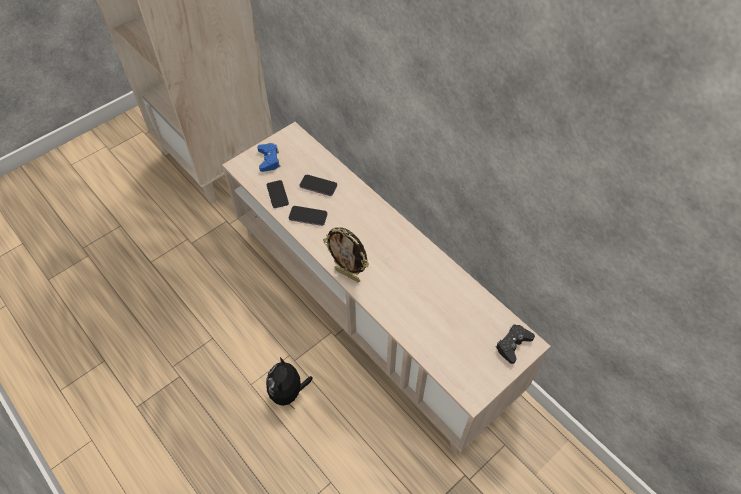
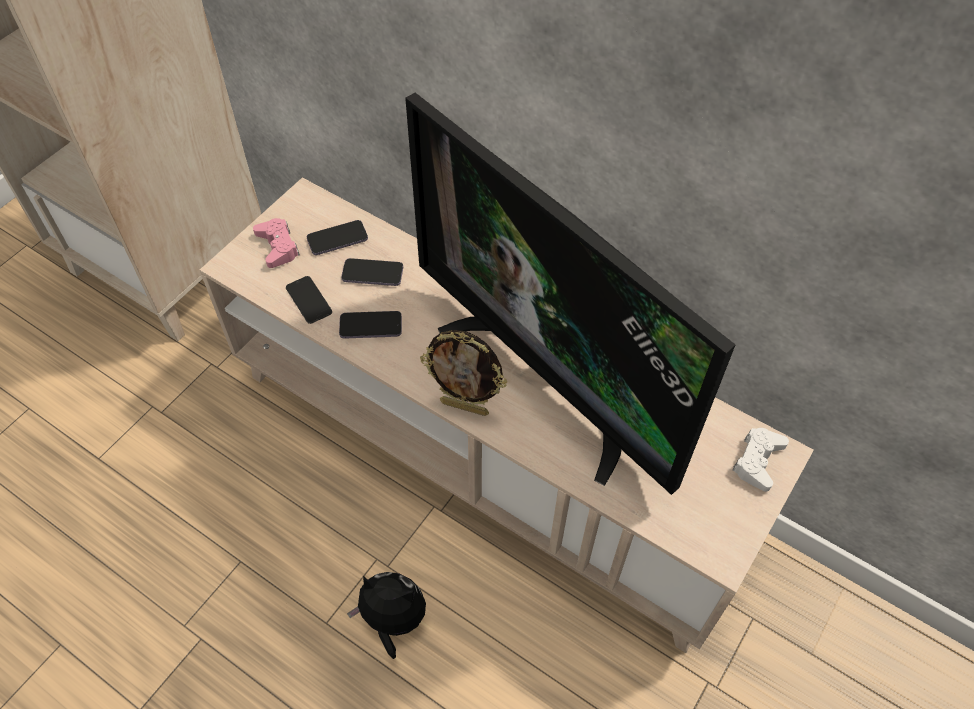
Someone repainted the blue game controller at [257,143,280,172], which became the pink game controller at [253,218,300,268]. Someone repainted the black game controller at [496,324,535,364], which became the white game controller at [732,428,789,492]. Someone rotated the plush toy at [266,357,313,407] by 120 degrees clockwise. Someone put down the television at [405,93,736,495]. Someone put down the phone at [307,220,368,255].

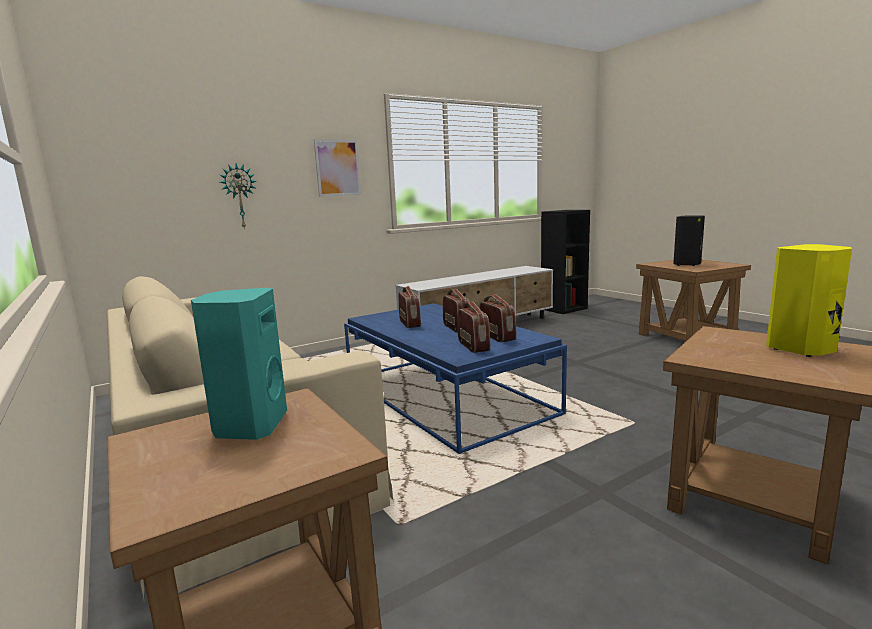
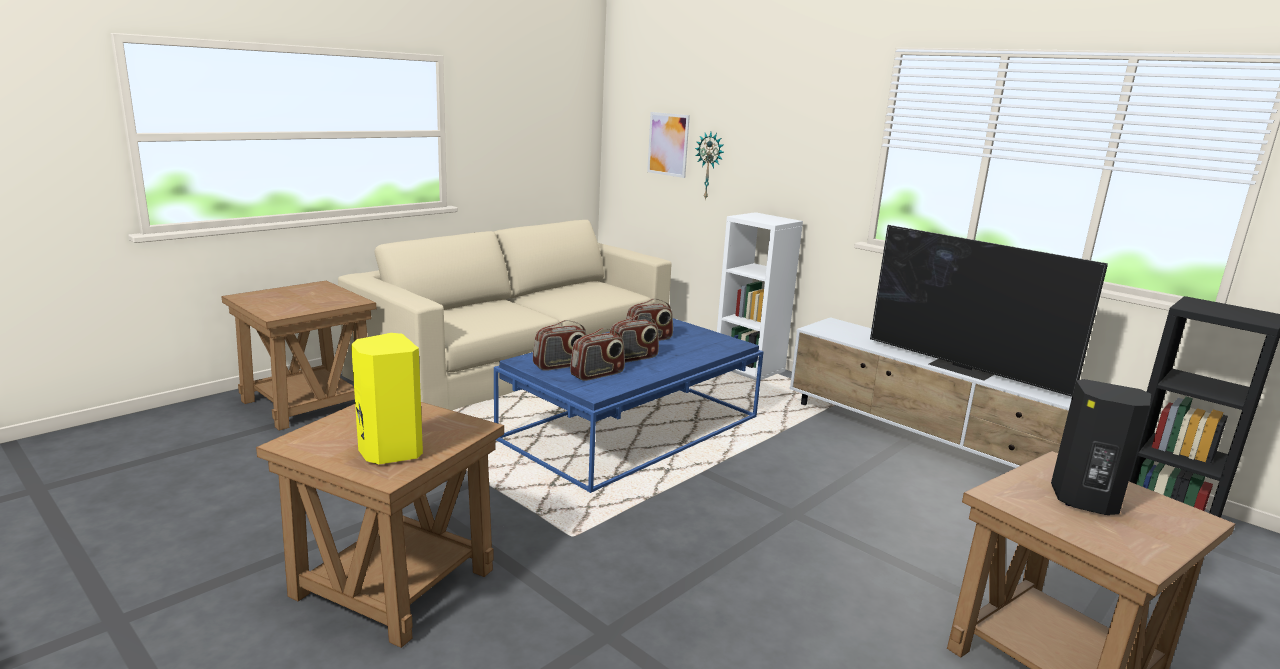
Someone carried the picture from [314,139,361,197] to [647,112,690,178]. Someone took away the turquoise speaker at [191,288,287,440]. Someone put down the white bookcase at [717,212,803,380]. Someone put down the television at [870,225,1108,397].

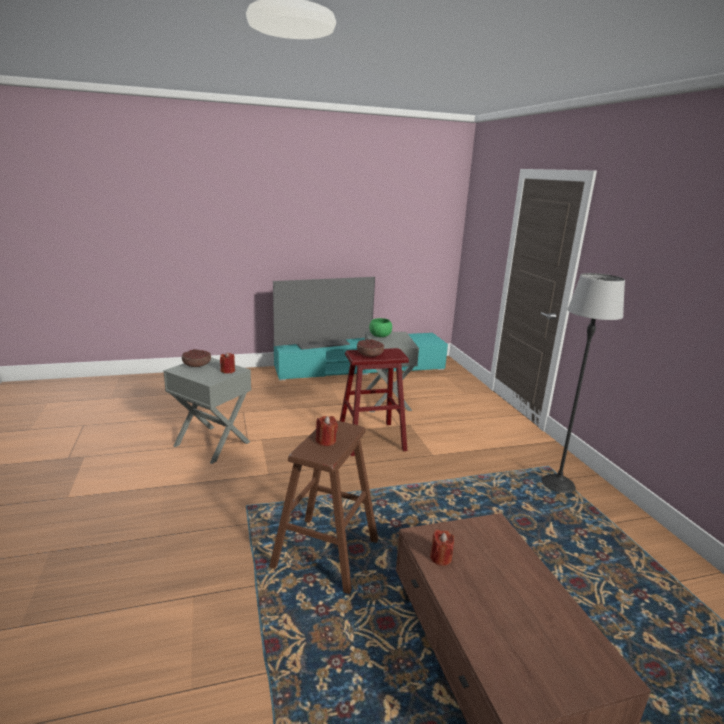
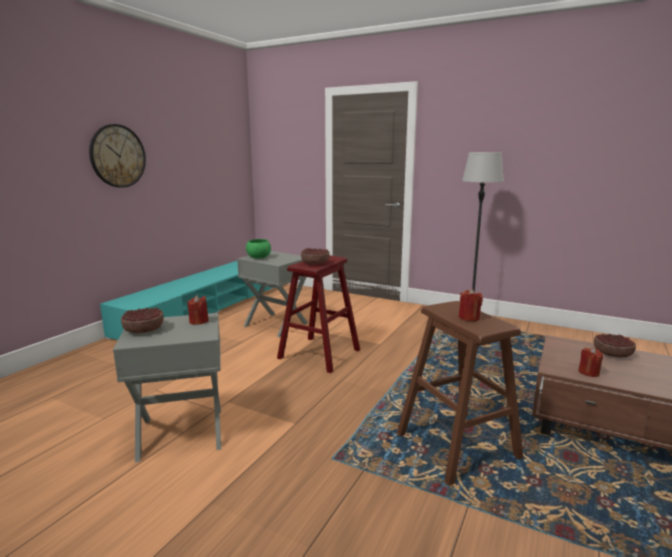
Someone took away the television at [273,277,375,350]. Someone put up the wall clock at [89,124,146,188]. Someone put down the bowl at [594,334,636,357].

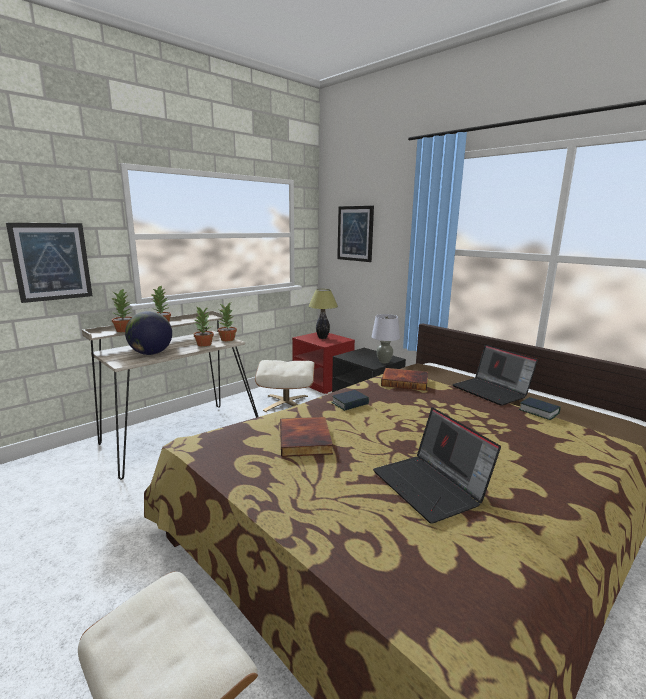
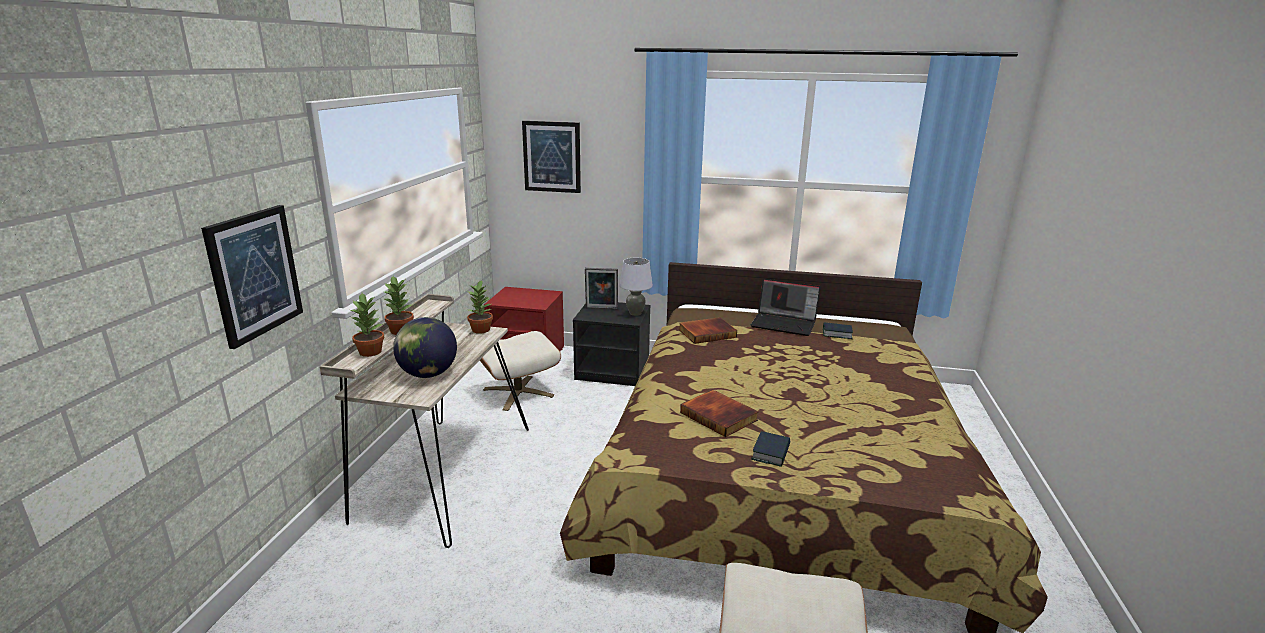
Someone took away the table lamp at [308,289,338,339]. Someone took away the potted plant at [194,307,214,346]. Someone carried the book from [331,390,369,411] to [751,431,790,467]. Someone took away the laptop at [373,407,501,524]. Someone put down the picture frame at [585,268,618,309].

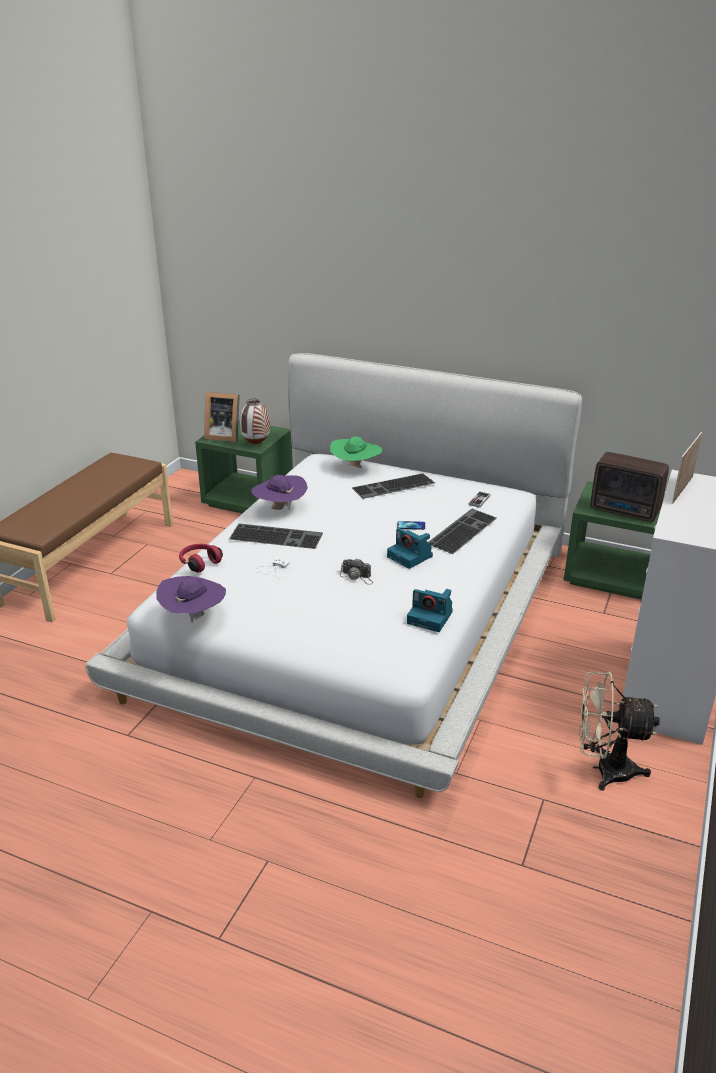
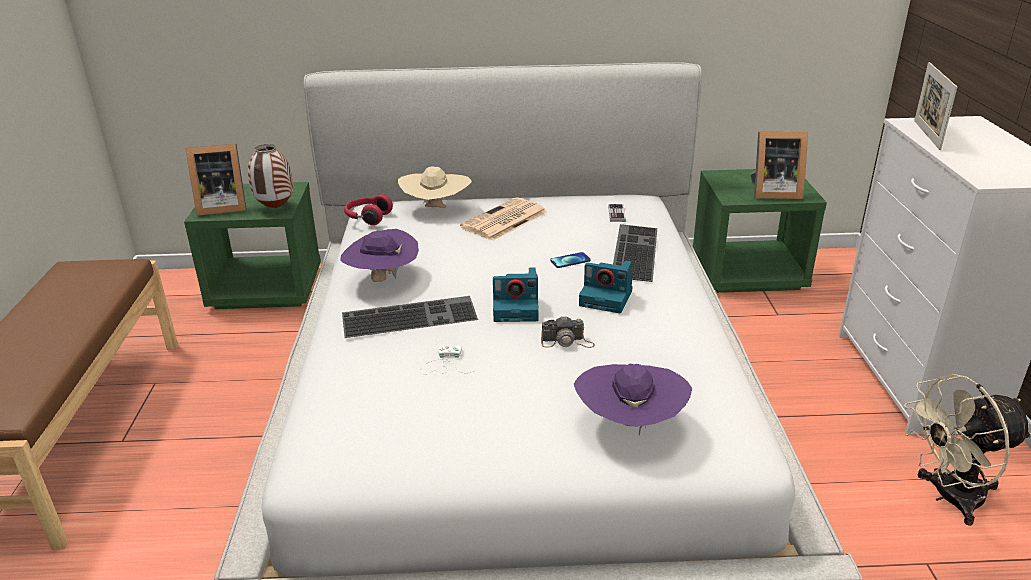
Someone repainted the green hat at [330,436,382,468], which became the beige hat at [398,166,472,208]. Someone swapped the radio at [590,452,669,522] for the picture frame at [750,132,808,199]. Someone swapped the keyboard at [352,473,435,499] for the newspaper at [460,198,547,241]. Someone carried the red headphones from [179,544,223,573] to [344,194,393,225]. Someone carried the purple hat from [156,576,226,623] to [574,364,692,435]. Someone carried the photo camera from [407,589,453,632] to [493,267,539,322].

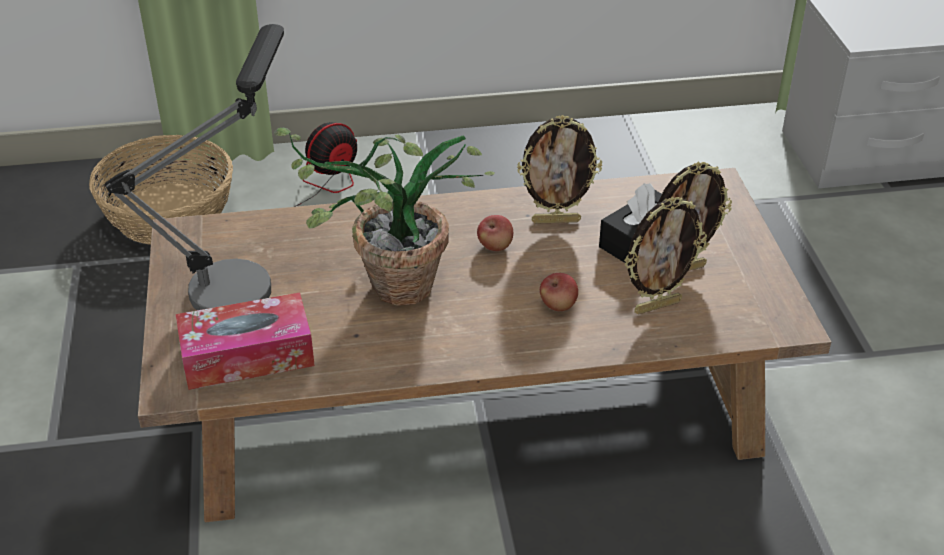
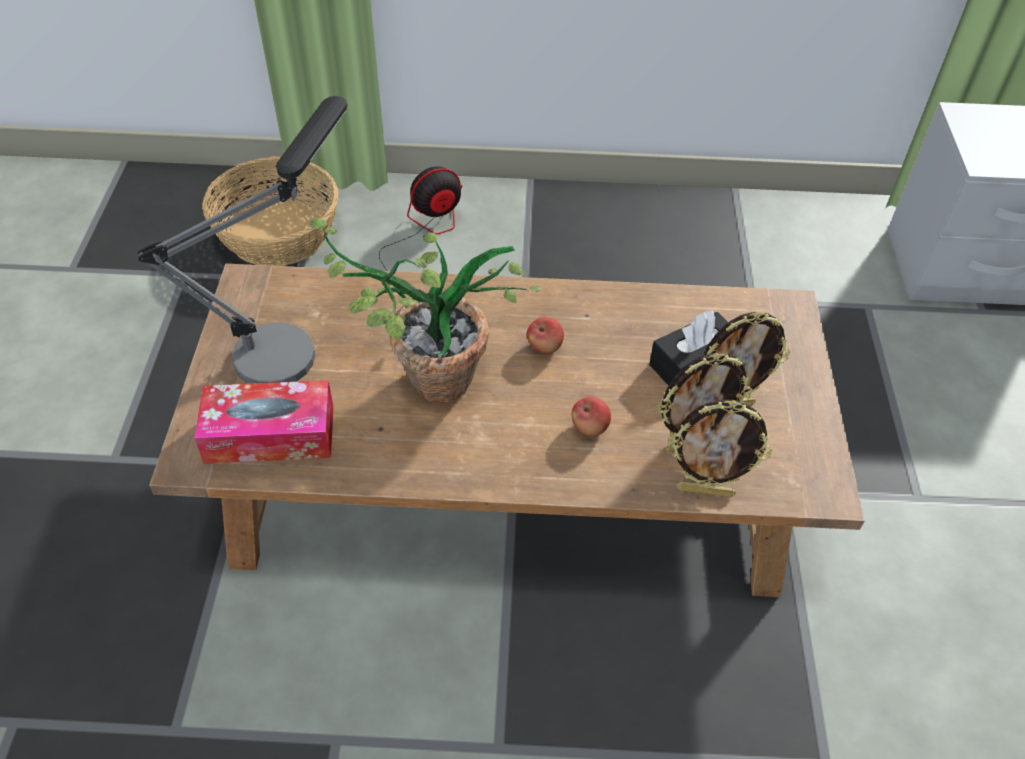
Someone carried the picture frame from [517,115,602,224] to [668,399,773,498].

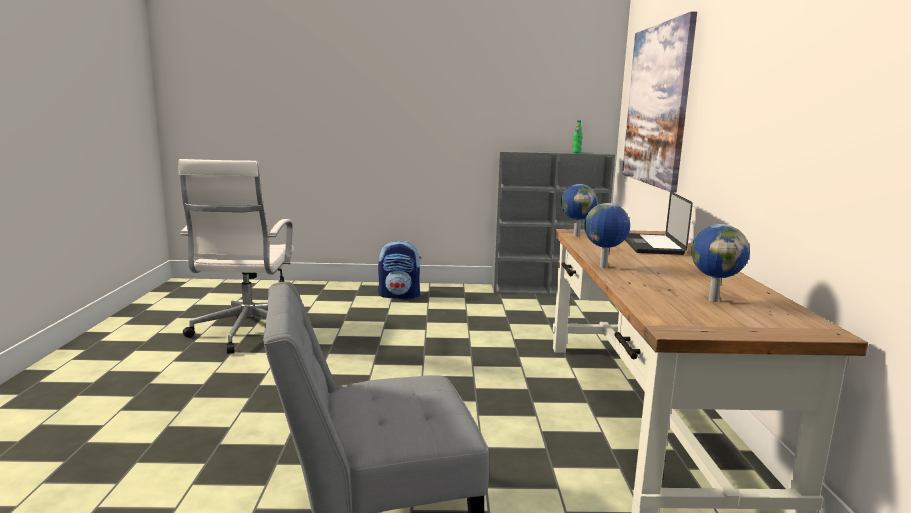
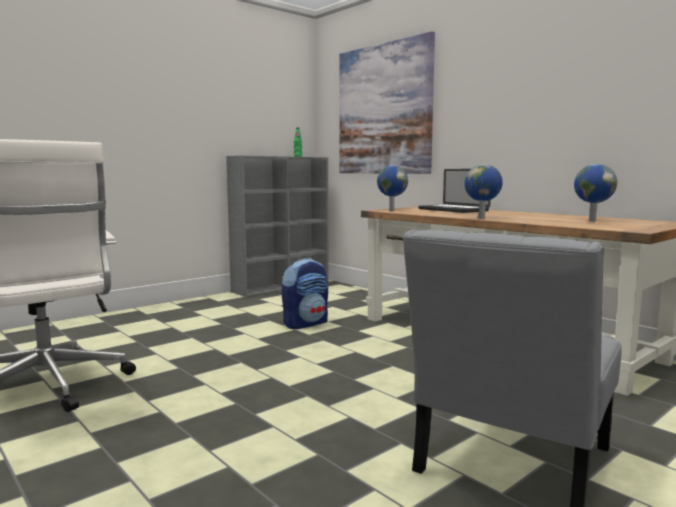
Someone carried the backpack from [378,241,421,299] to [282,258,328,329].

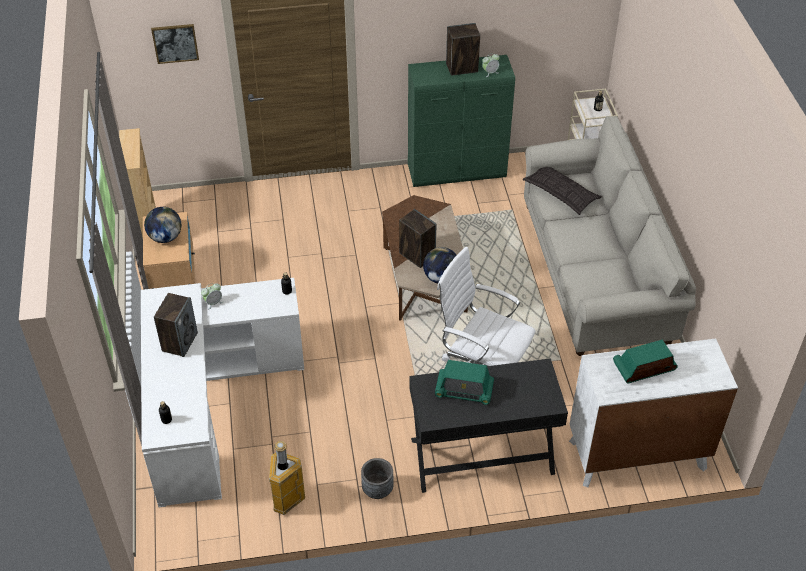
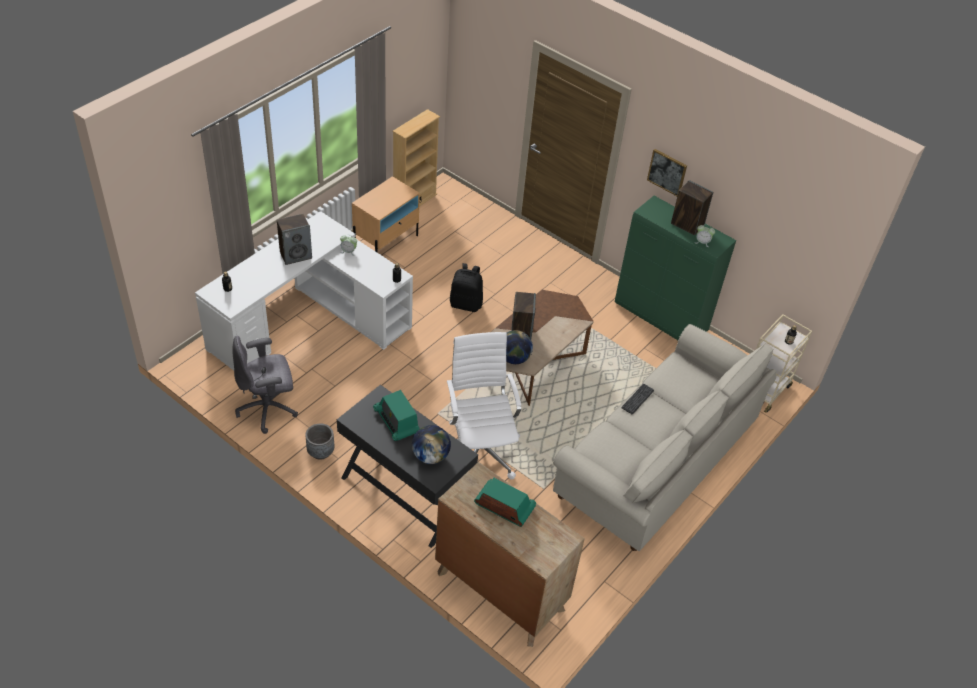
Someone carried the picture from [151,24,199,64] to [647,149,687,196]. Someone took away the pillow at [523,167,601,215]. Someone carried the globe from [144,207,181,243] to [412,425,451,464]. Someone repainted the white dresser at [569,338,738,487], which became the brown dresser at [435,462,585,647]. Someone swapped the trash can at [269,441,305,515] for the grey office chair at [232,336,298,434]. Someone put down the black backpack at [450,263,483,312]. Someone put down the keyboard at [622,384,654,415].

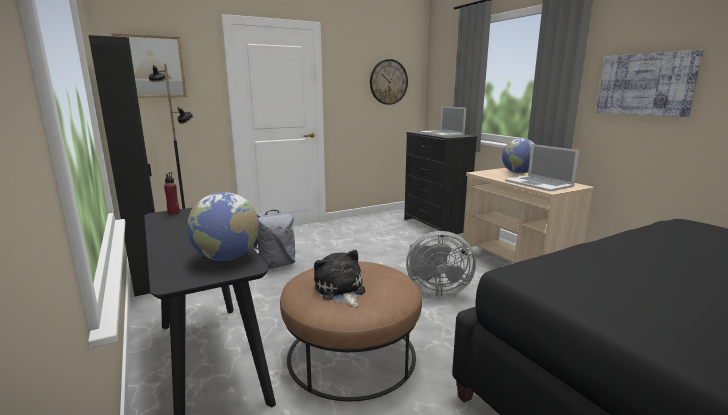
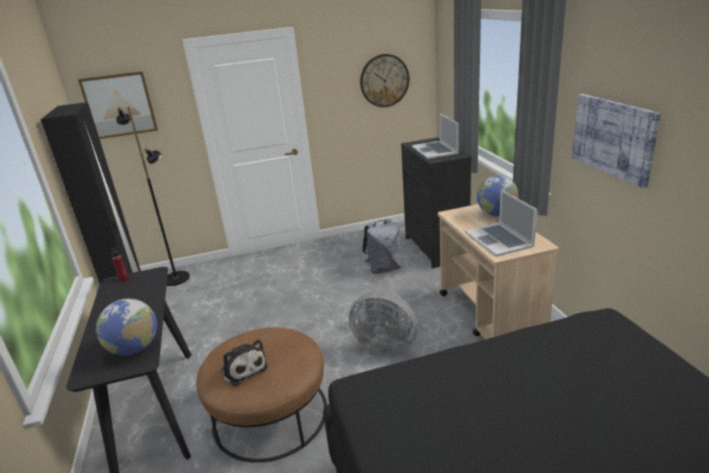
Someone carried the grey backpack from [253,210,295,269] to [362,219,401,274]. Someone rotated the plush toy at [314,250,365,307] by 150 degrees clockwise.

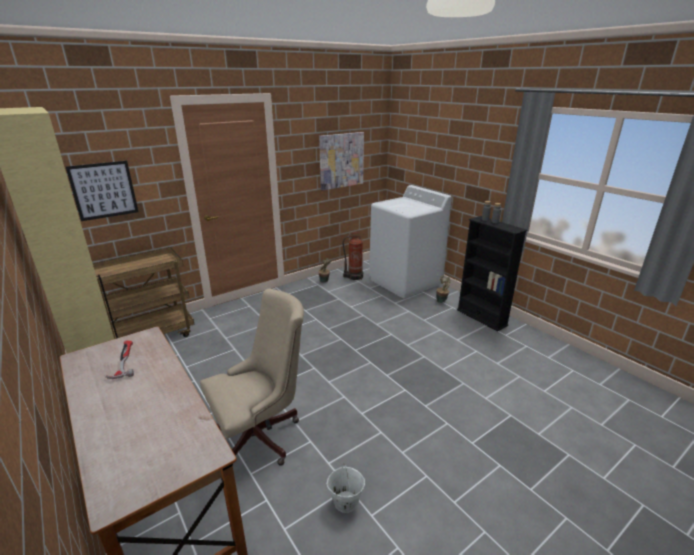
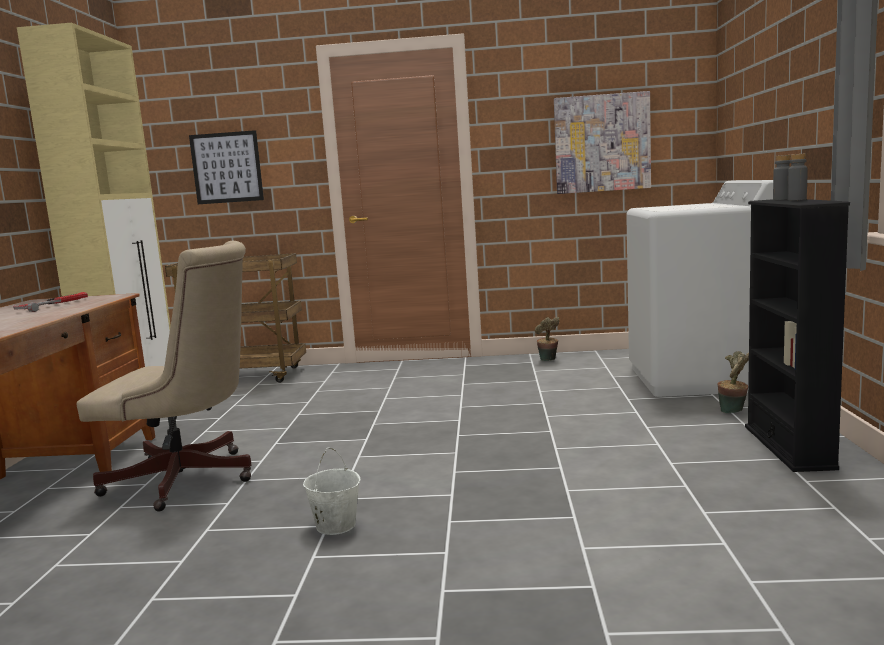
Someone took away the fire extinguisher at [343,232,363,280]. Someone carried the white bucket from [327,463,365,513] to [303,448,360,535].

